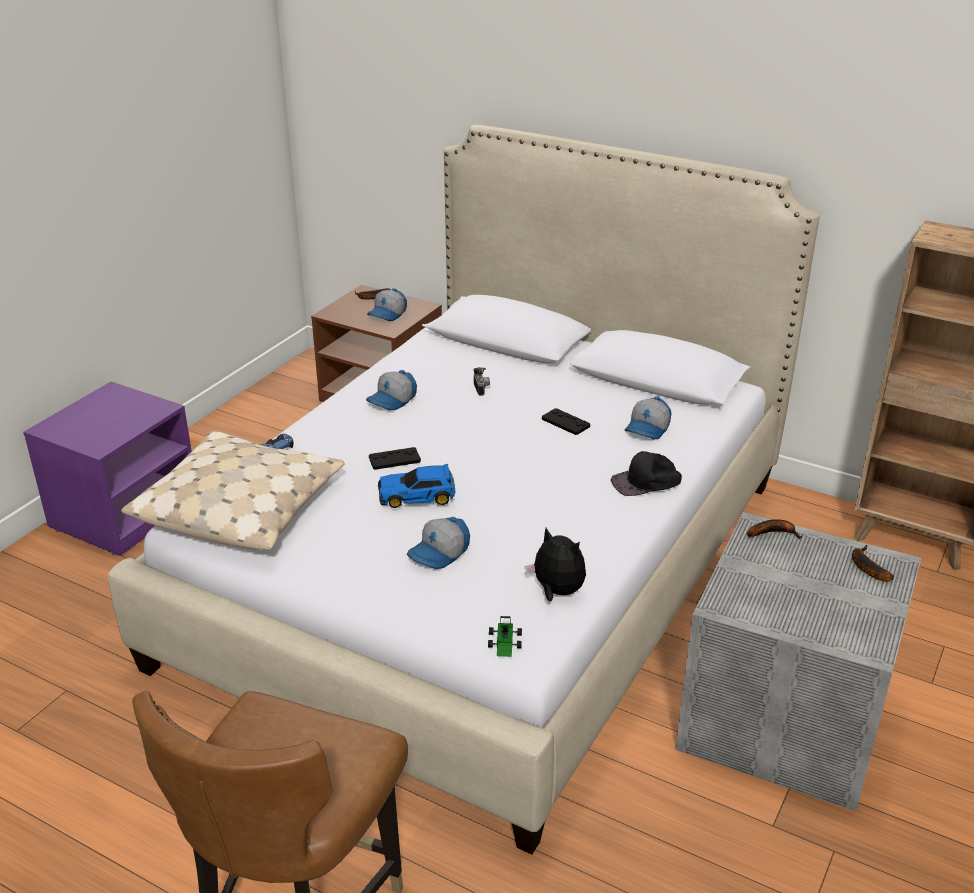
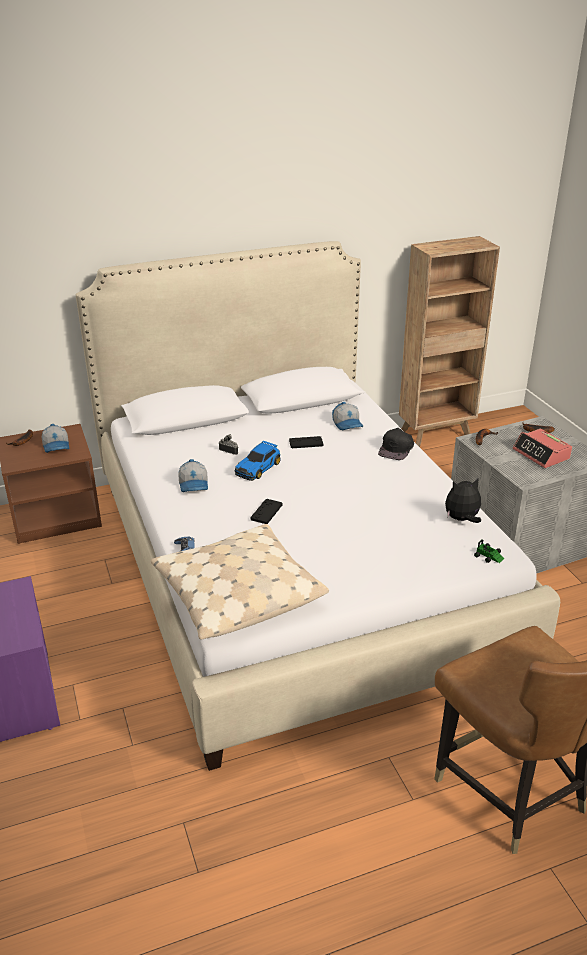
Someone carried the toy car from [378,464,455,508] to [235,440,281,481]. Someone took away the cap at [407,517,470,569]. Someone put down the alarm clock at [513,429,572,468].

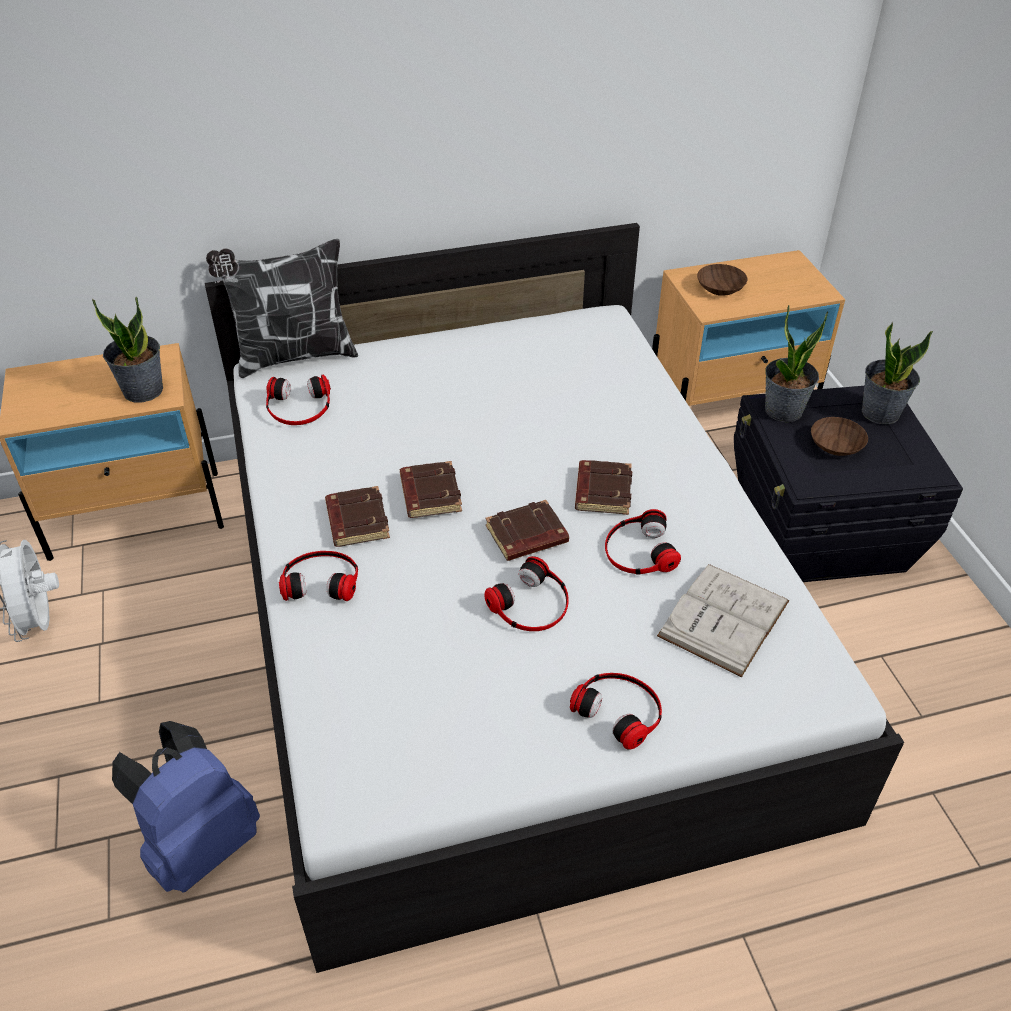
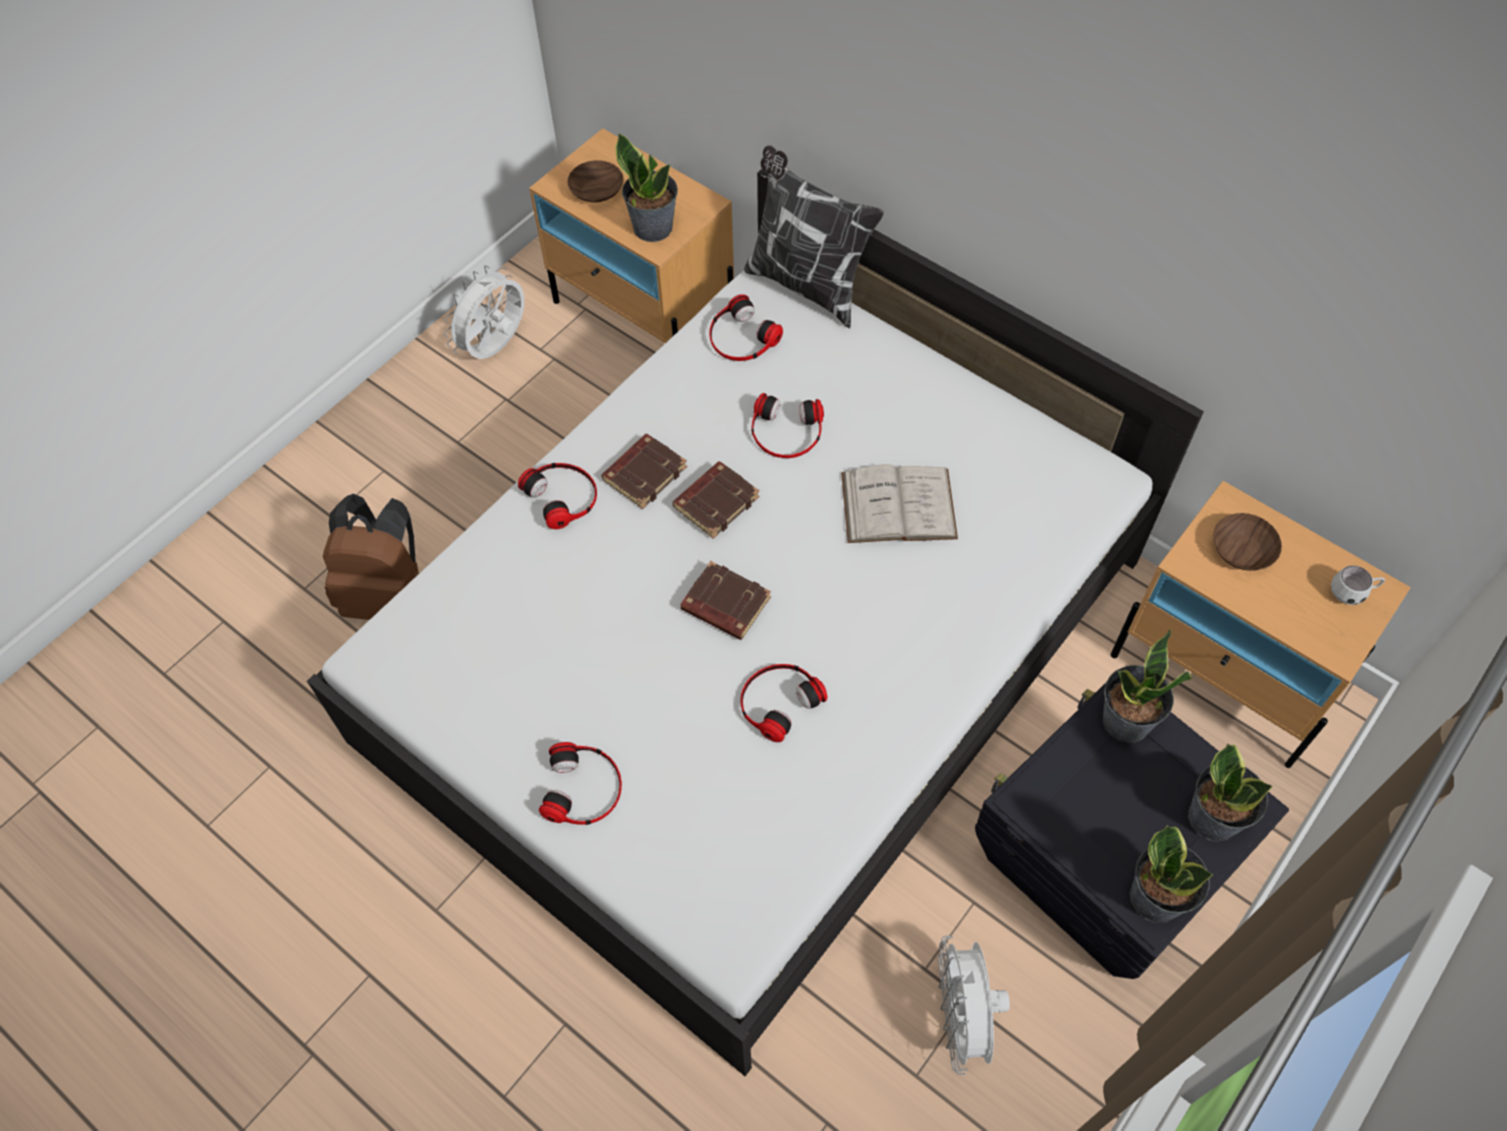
Someone carried the brown bowl from [811,417,868,456] to [567,160,623,202]. Someone took away the brown book at [575,460,632,515]. Someone carried the headphones from [484,556,569,631] to [751,393,824,458]. Someone carried the white book from [657,564,789,677] to [841,464,958,543]. Someone repainted the blue backpack at [112,721,260,892], which became the brown backpack at [323,494,419,620]. Someone put down the white mug at [1331,565,1385,605]. Someone put down the potted plant at [1130,825,1213,923]. Someone put down the white fan at [938,935,1010,1075].

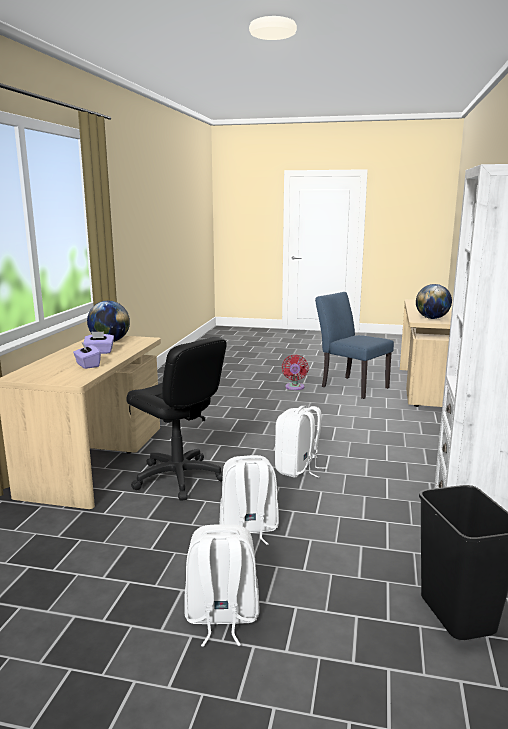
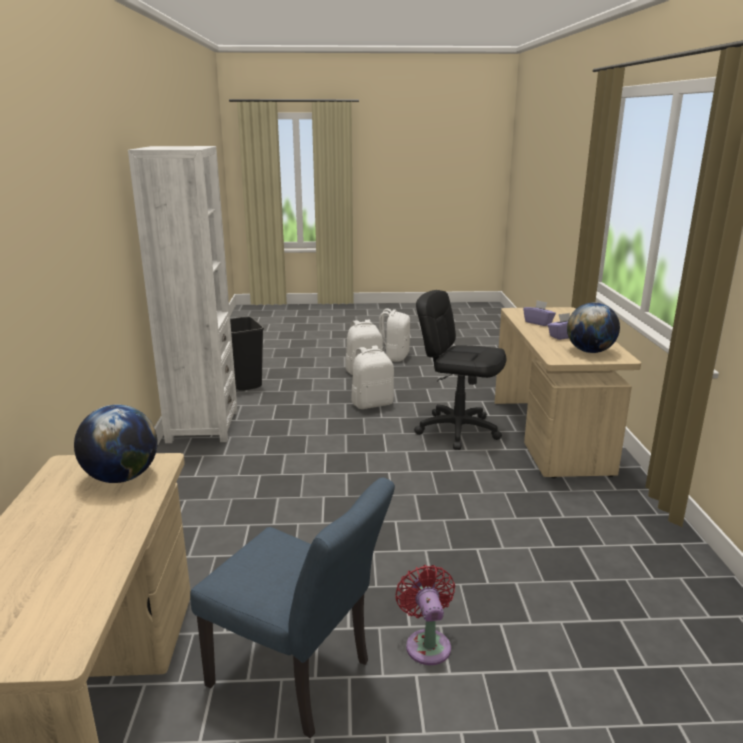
Someone carried the white backpack from [275,406,327,478] to [379,308,410,362].

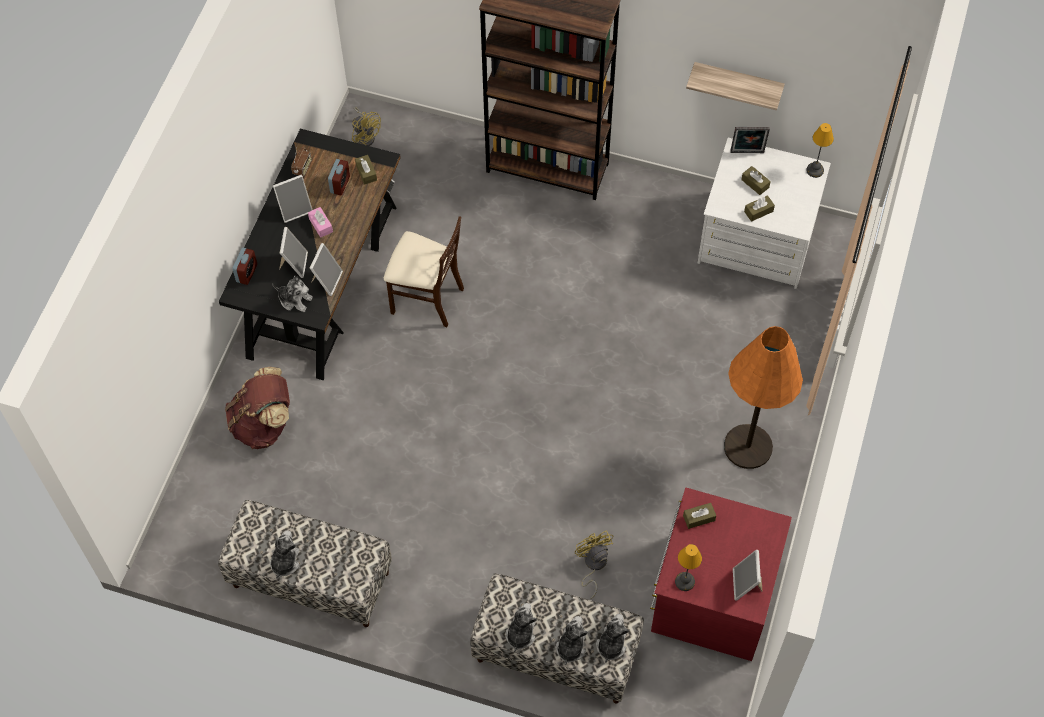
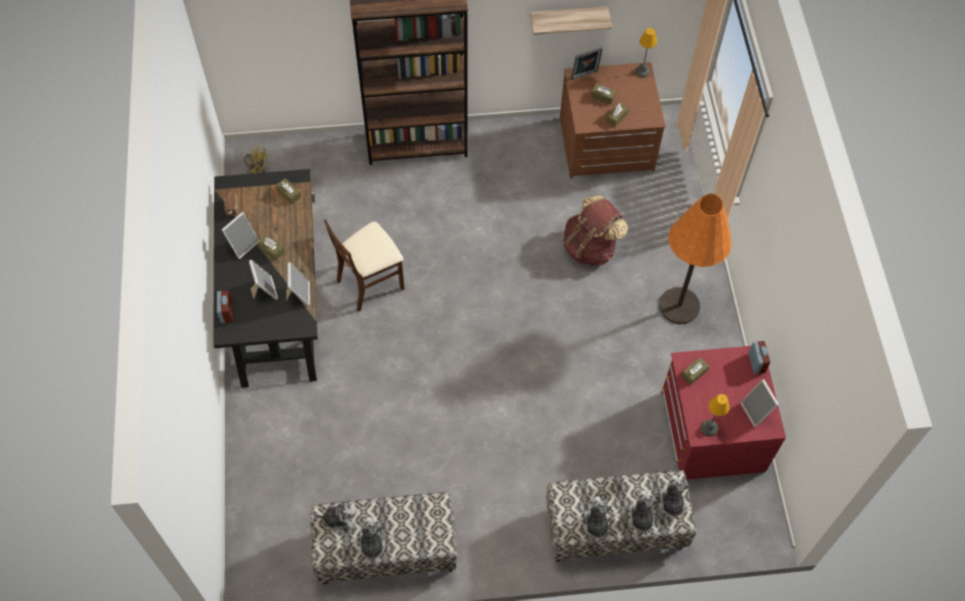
Someone repainted the white dresser at [698,138,831,289], which became the brown dresser at [560,62,666,179]. Someone carried the alarm clock from [328,159,350,195] to [749,341,770,374]. Someone repainted the pink tissue box at [308,207,333,238], which became the brown tissue box at [257,235,284,260]. Someone rotated the beige chair at [384,216,464,327] by 150 degrees clockwise. Someone carried the plush toy from [272,276,313,312] to [316,502,356,532]. Someone carried the brown backpack from [225,367,290,449] to [563,195,628,266]. Someone took away the yellow fan at [575,530,613,599].

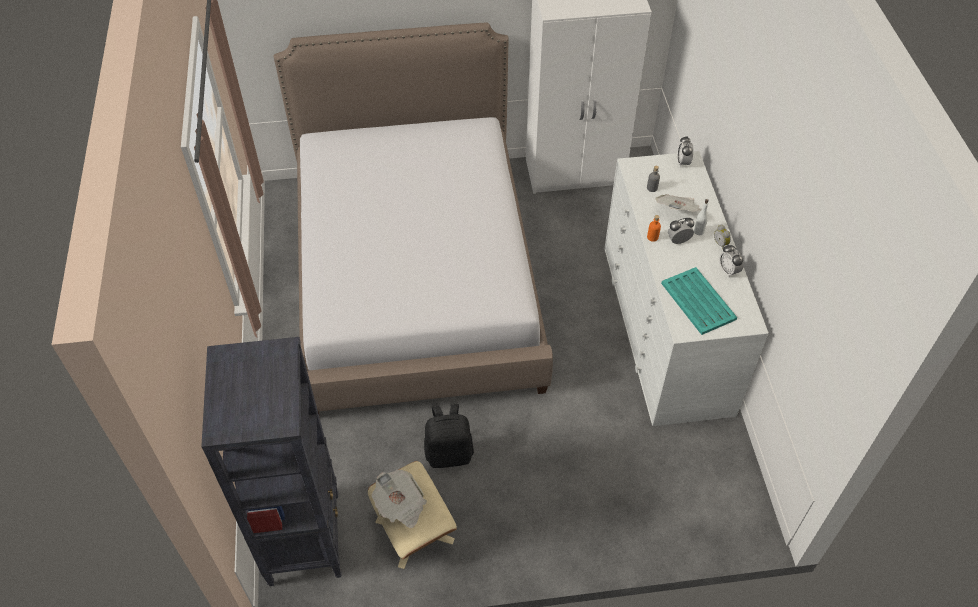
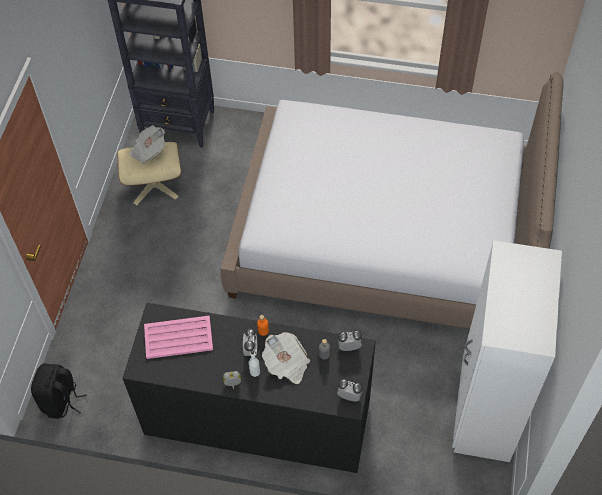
Someone repainted the white dresser at [605,151,769,426], which became the black dresser at [123,303,376,473]. Someone carried the alarm clock from [719,244,744,278] to [338,330,362,351]. Someone repainted the turquoise tray at [661,267,737,335], which became the pink tray at [144,316,213,359]. Someone carried the black backpack from [424,404,474,468] to [31,364,87,419].

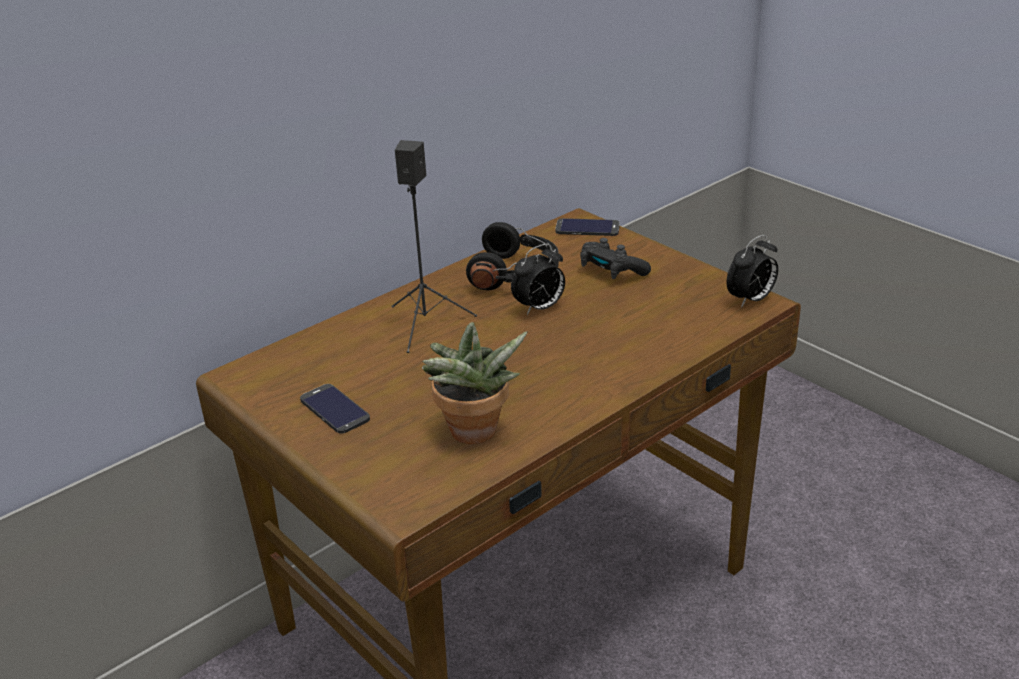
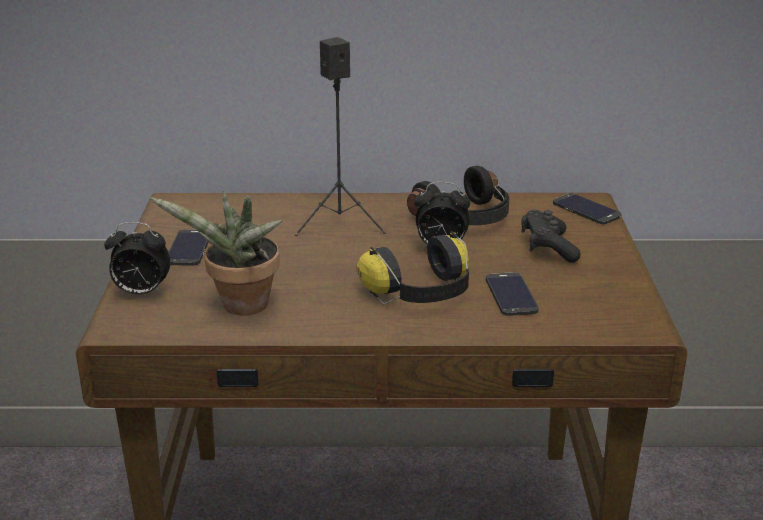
Someone carried the alarm clock from [727,235,778,308] to [104,222,171,295]. Someone put down the headphones at [357,231,469,304]. Someone put down the phone at [486,272,539,316].

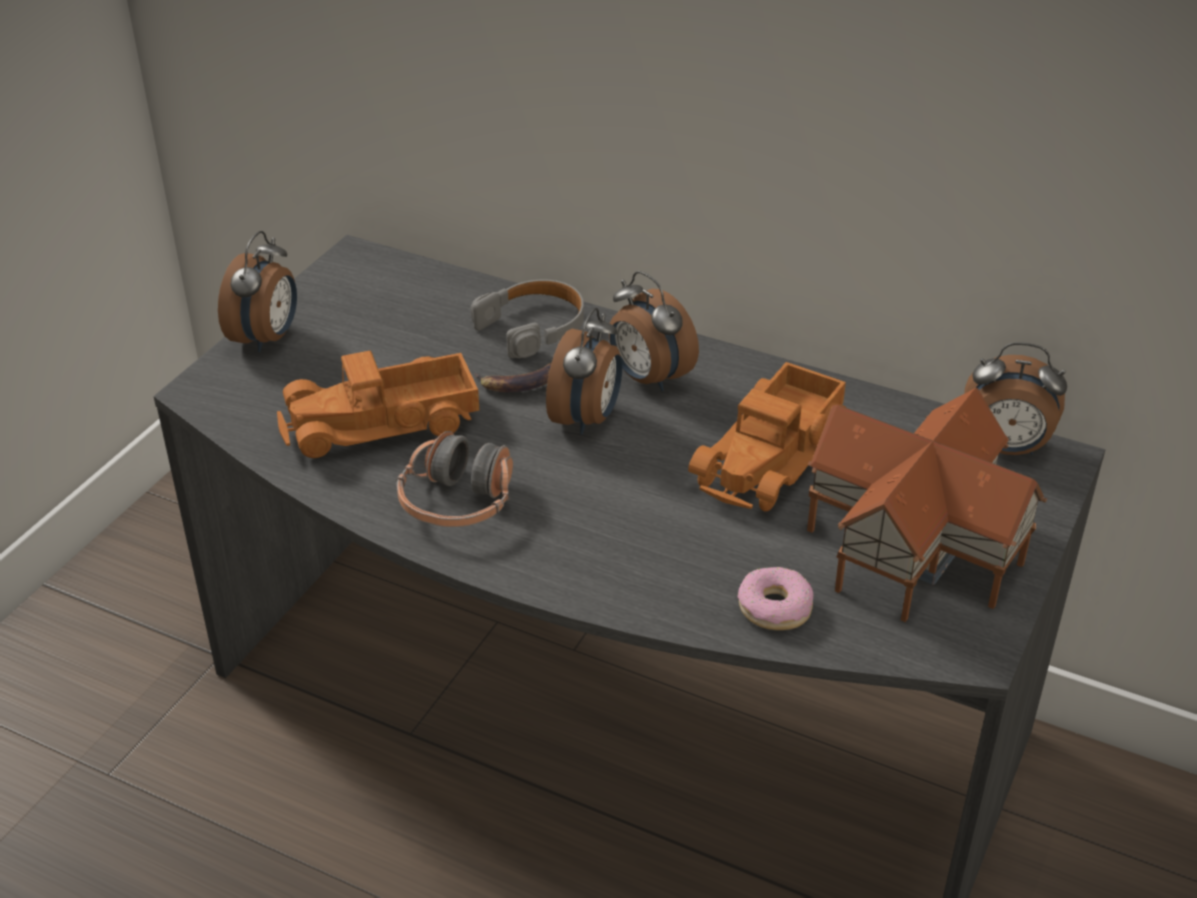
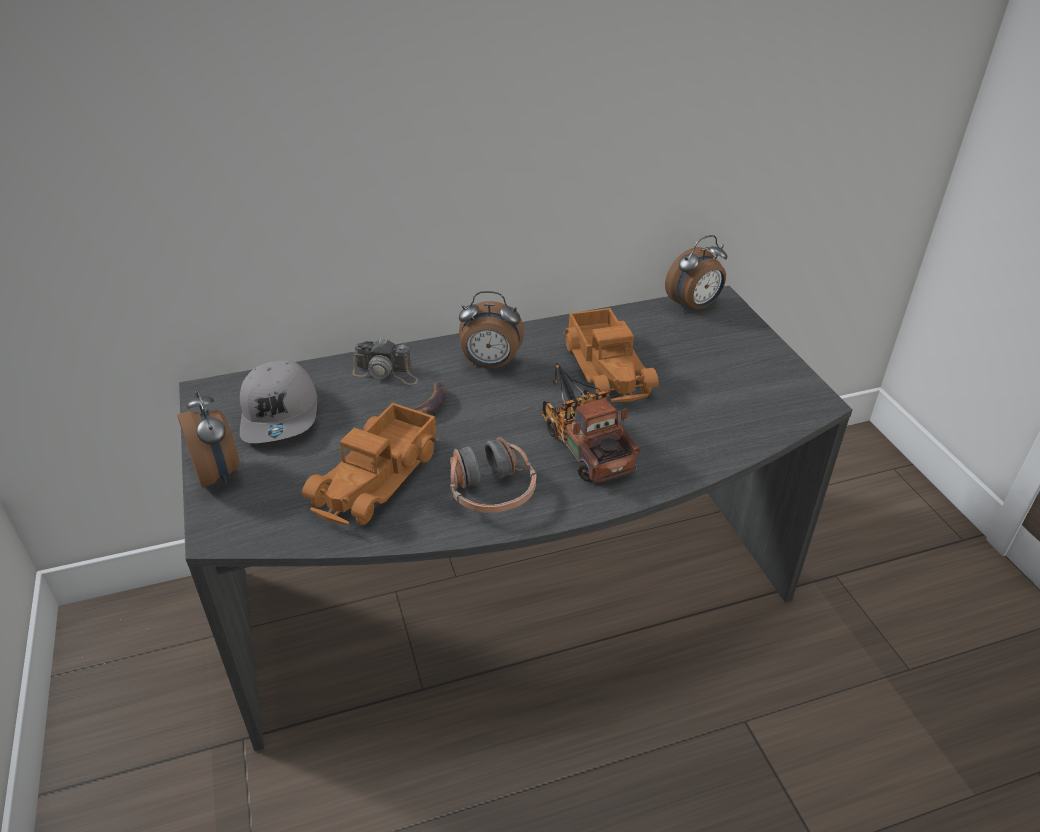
Someone swapped the grey headphones at [470,279,584,358] for the photo camera at [352,339,418,385]. Someone took away the alarm clock at [546,308,622,435]. Someone took away the toy house at [807,388,1047,622]. Someone took away the donut at [738,567,813,630]. Someone put down the grey cap at [240,361,317,443]. Someone put down the toy truck at [541,363,640,483].

